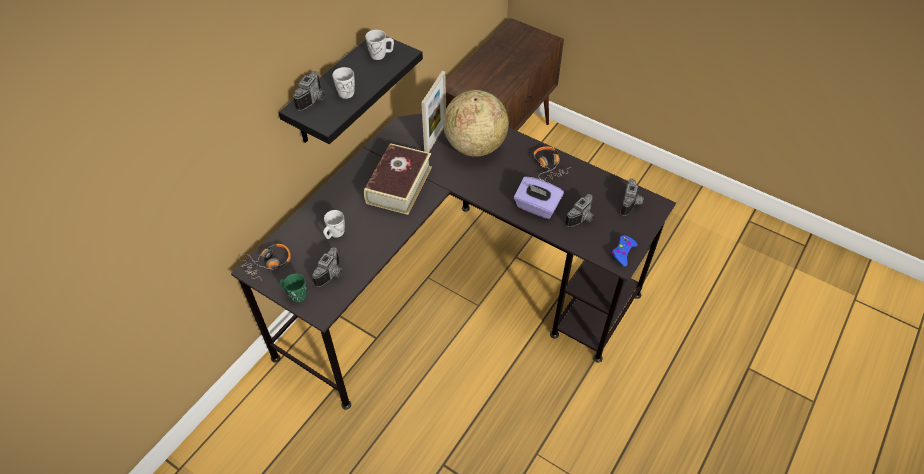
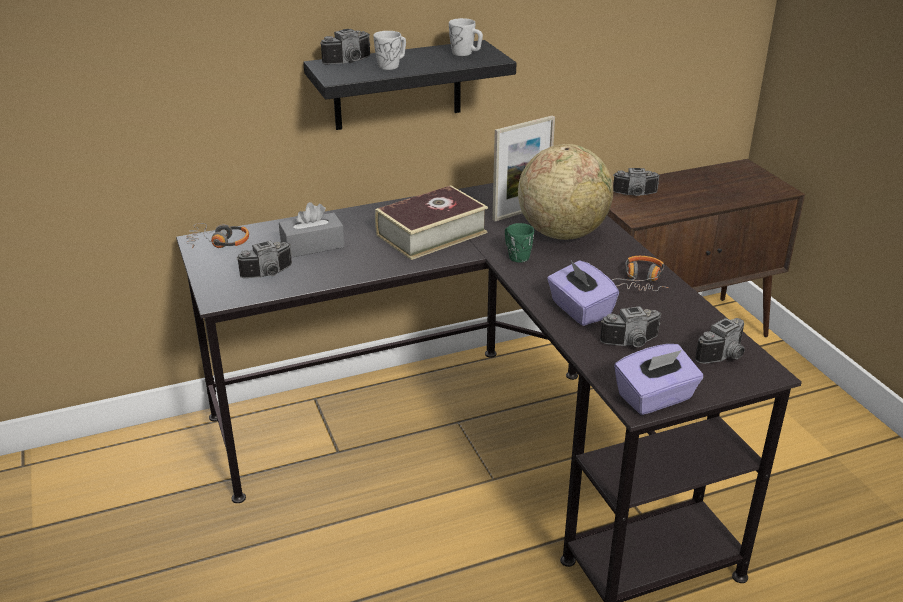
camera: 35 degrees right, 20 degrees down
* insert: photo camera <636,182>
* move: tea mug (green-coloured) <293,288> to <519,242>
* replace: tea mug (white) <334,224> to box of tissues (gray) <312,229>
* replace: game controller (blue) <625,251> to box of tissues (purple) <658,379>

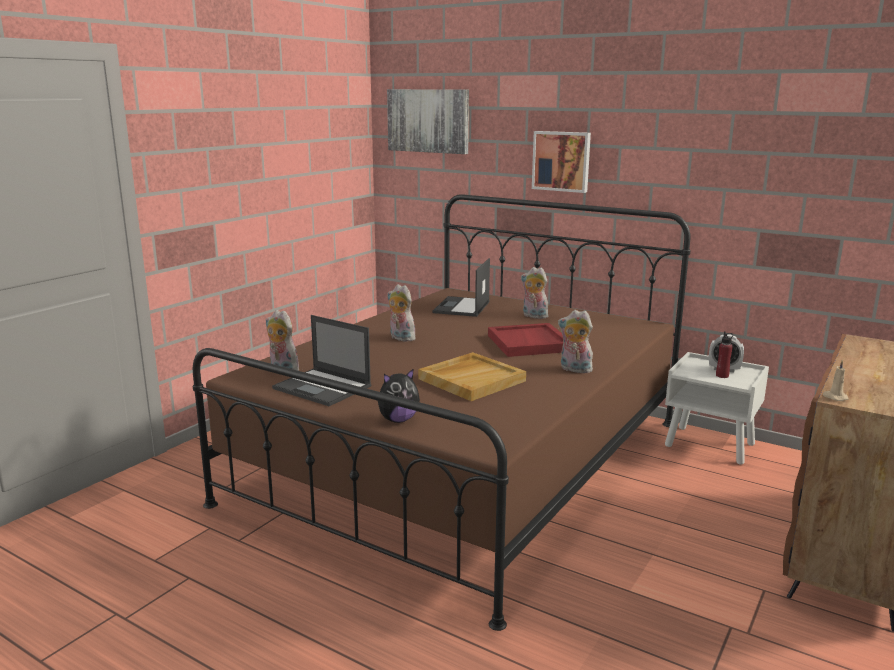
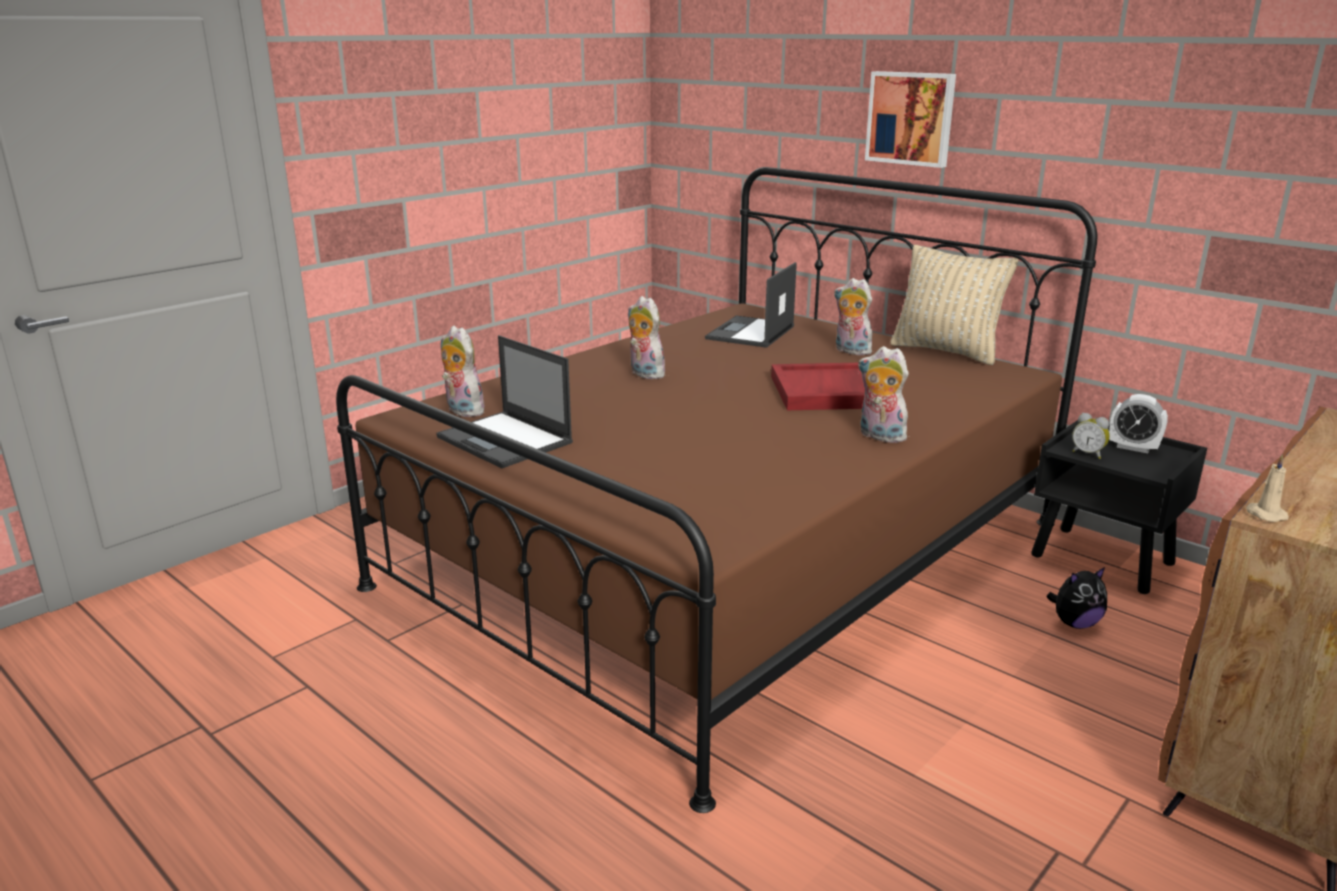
camera: 10 degrees right, 5 degrees up
* delete: picture <428,121>
* delete: tray (beige-coloured) <472,376>
* delete: bottle (reddish) <725,355>
* insert: throw pillow (beige-coloured) <954,305>
* insert: alarm clock <1091,436>
* move: plush toy <399,395> to <1077,598>
* recolor: night table (white) <717,408> to night table (black-coloured) <1119,507>

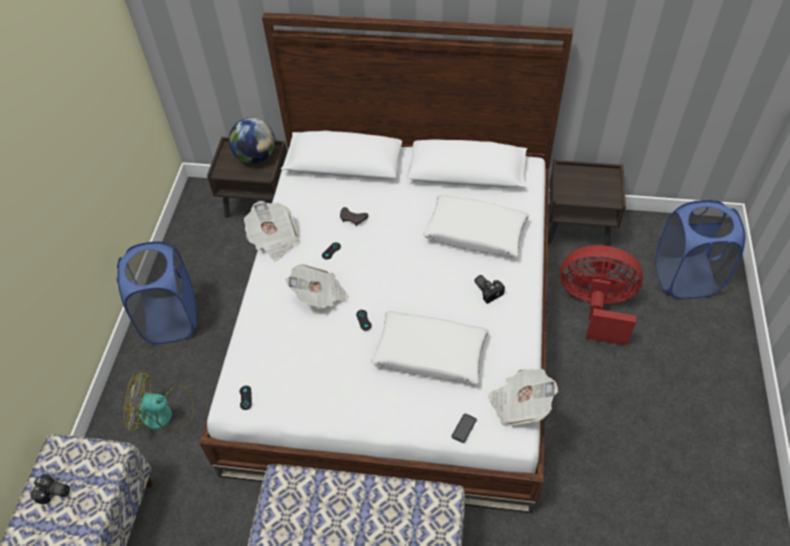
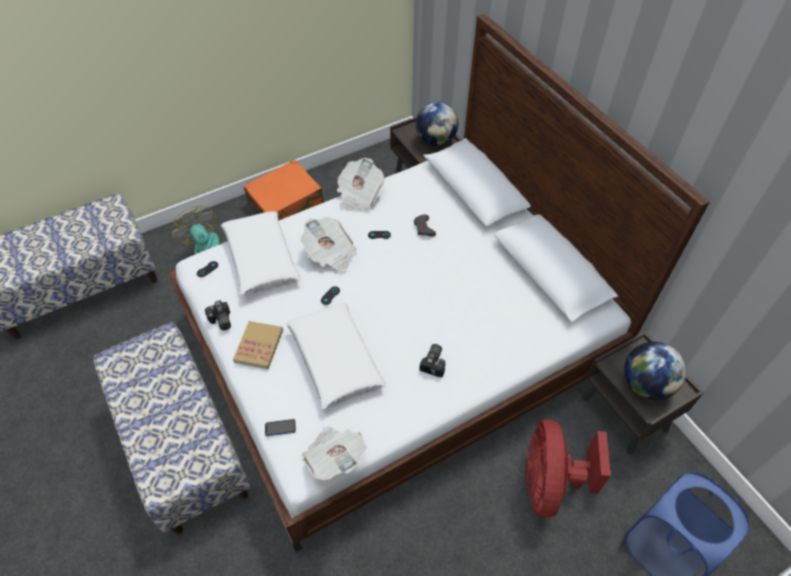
camera: 50 degrees right, 0 degrees up
* insert: book <258,345>
* insert: desk globe <655,371>
* move: photo camera <50,489> to <218,315>
* move: throw pillow (white) <476,226> to <261,253>
* replace: washing basket (blue) <156,292> to suitcase (orange-coloured) <283,190>
* rotate: cooling fan (reddish) <601,295> = <568,468> 150 degrees counterclockwise

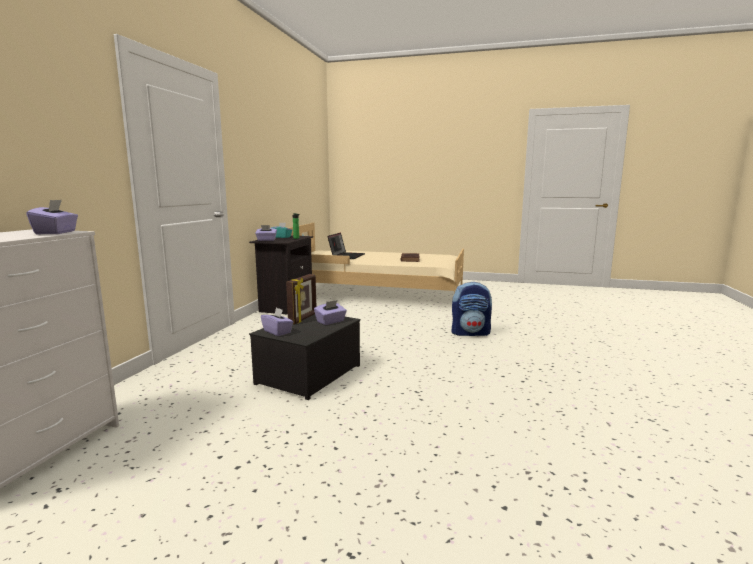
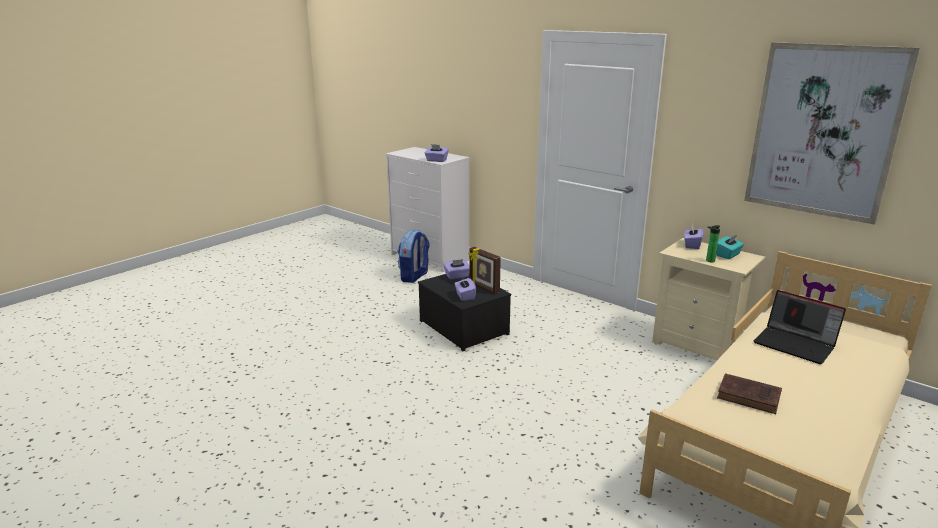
camera: 115 degrees right, 10 degrees up
* insert: picture <832,133>
* move: knapsack <472,309> to <413,256>
* recolor: night table (black-coloured) <281,275> to night table (beige-coloured) <708,299>

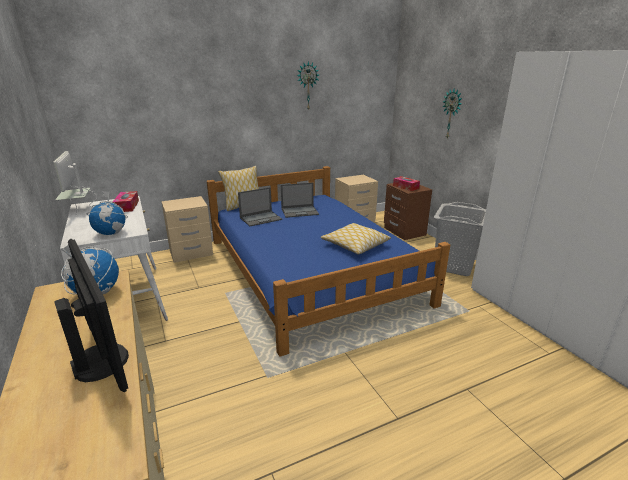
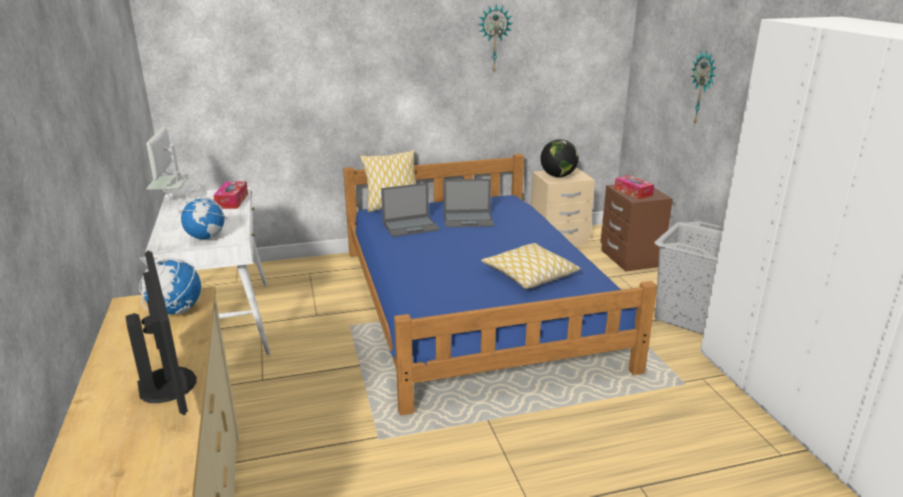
camera: 10 degrees right, 0 degrees up
* delete: night table (beige-coloured) <187,229>
* insert: desk globe <560,158>

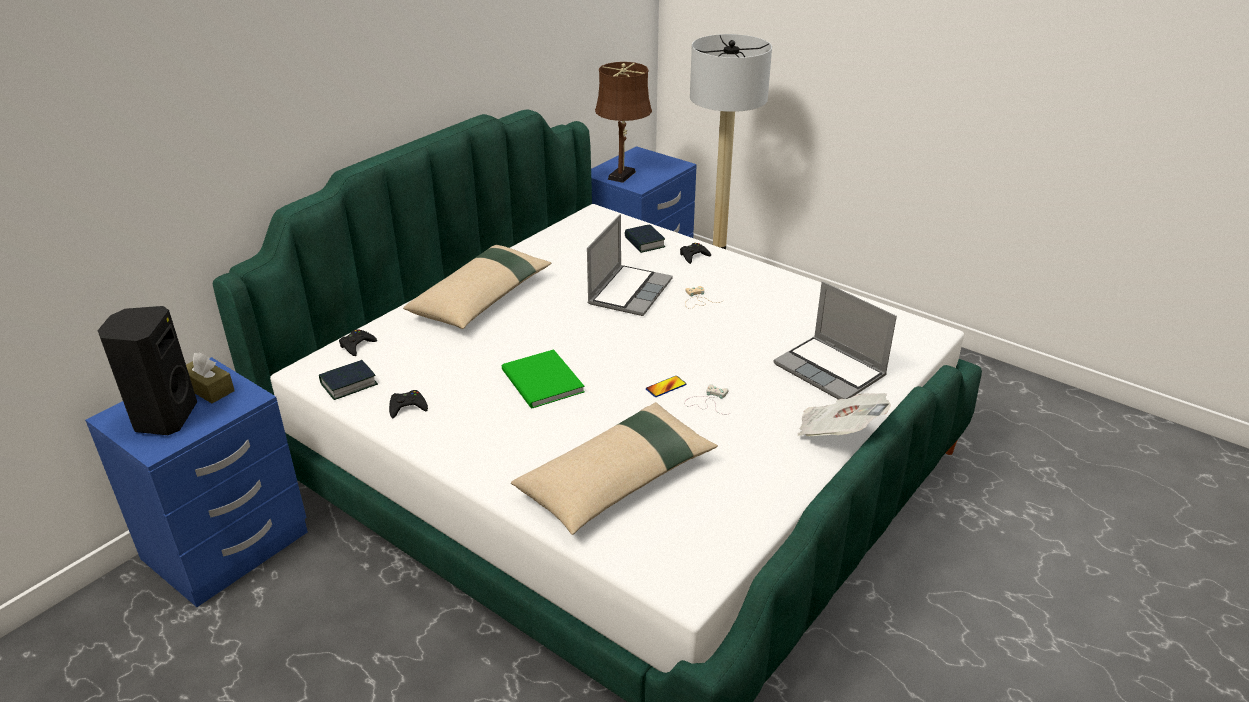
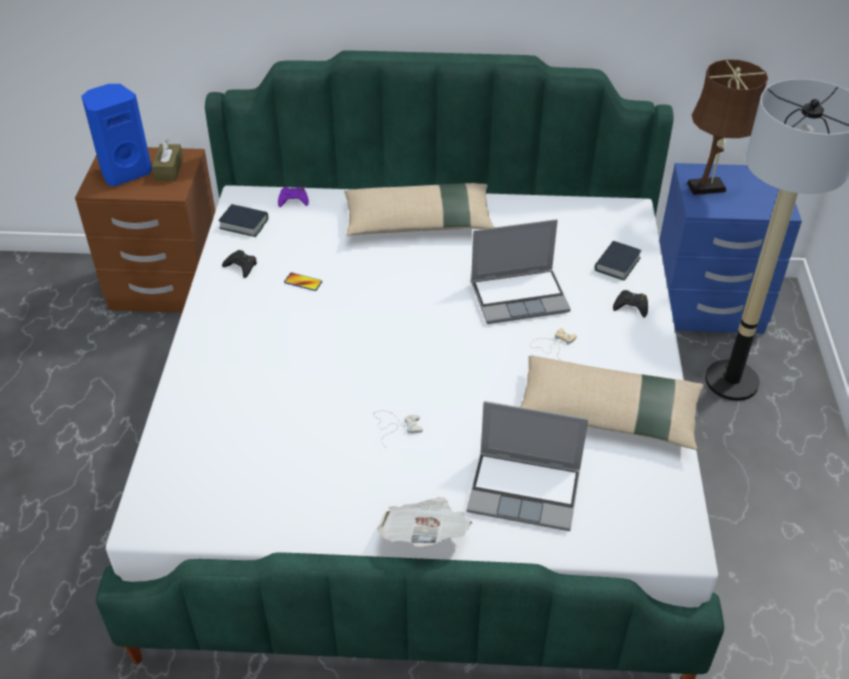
camera: 55 degrees right, 10 degrees up
* delete: book (green-coloured) <543,378>
* move: throw pillow (beige-coloured) <614,468> to <612,402>
* move: phone <666,386> to <303,282>
* recolor: night table (blue) <196,482> to night table (brown-coloured) <145,230>
* recolor: audio speaker (black-coloured) <147,370> to audio speaker (blue) <116,135>
* recolor: game controller (black-coloured) <358,342> to game controller (purple) <293,197>
* rotate: laptop <835,340> = <527,466> 90 degrees counterclockwise

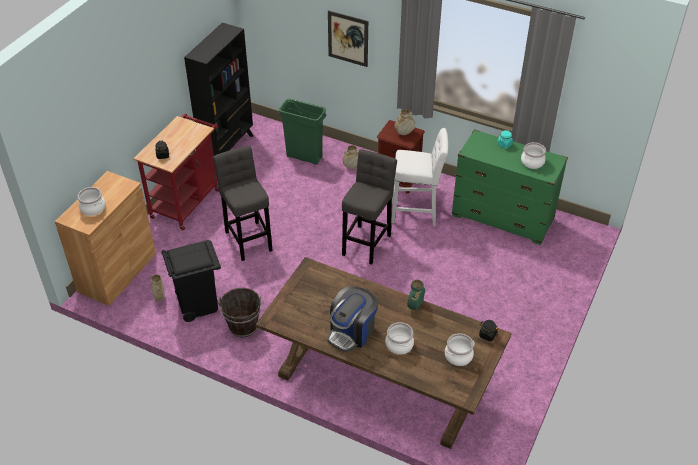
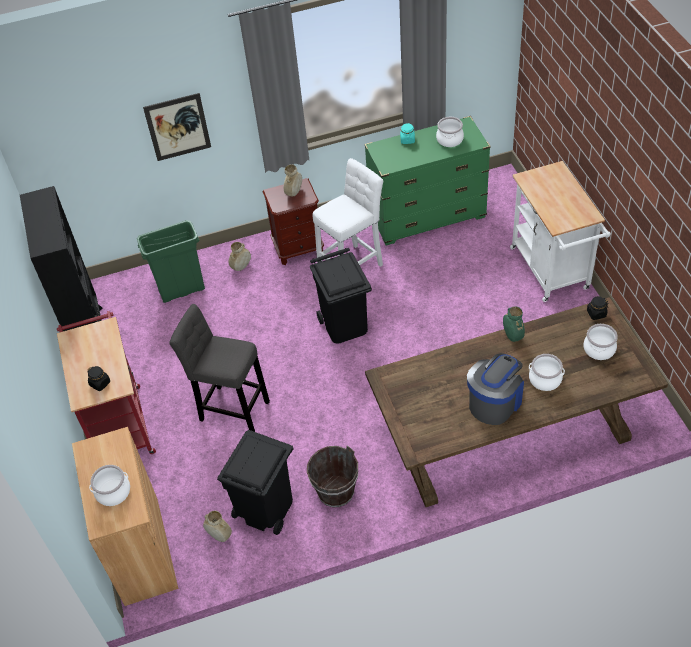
camera: 40 degrees left, 5 degrees up
* insert: wheeled cart (white) <560,231>
* replace: stool (gray) <369,207> to rubbish bin (black-coloured) <341,296>
* rotate: coffee brewer <352,319> = <495,389> 135 degrees counterclockwise

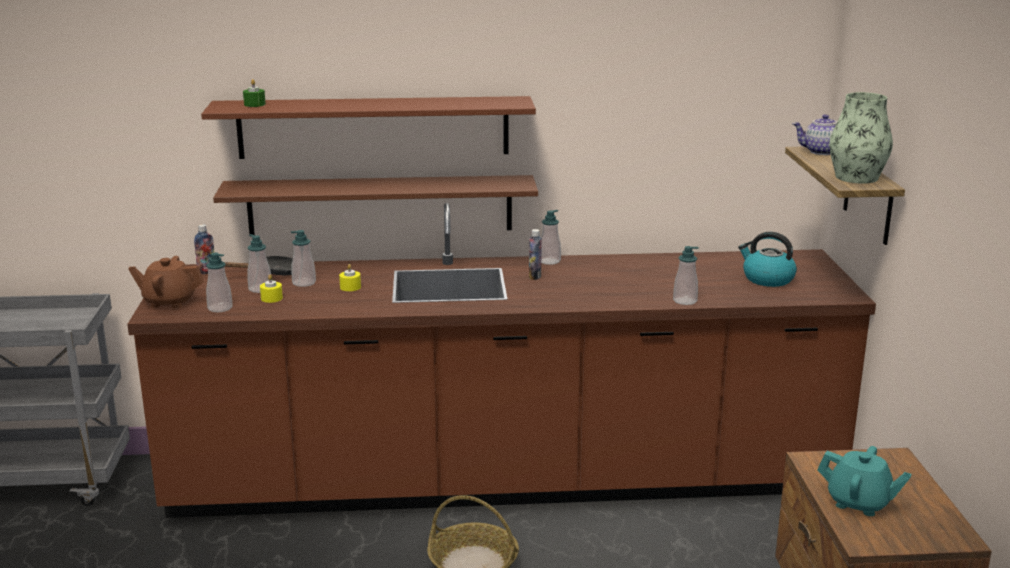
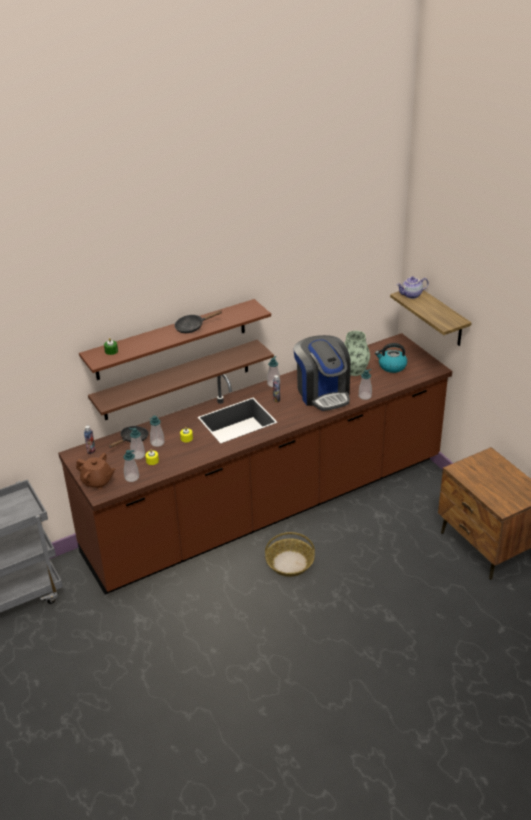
camera: 25 degrees left, 15 degrees up
* delete: pot for tea (turquoise) <864,481>
* insert: frying pan (black-coloured) <198,321>
* insert: coffee brewer <322,373>
* move: vase <861,138> to <357,353>
* rotate: pot for tea (brown-coloured) <166,282> = <95,471> 135 degrees counterclockwise

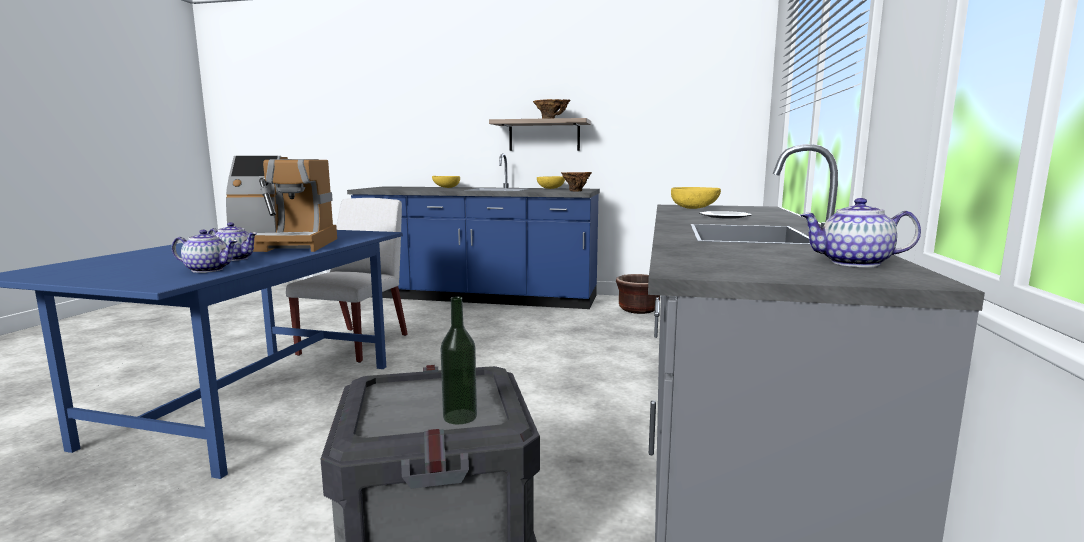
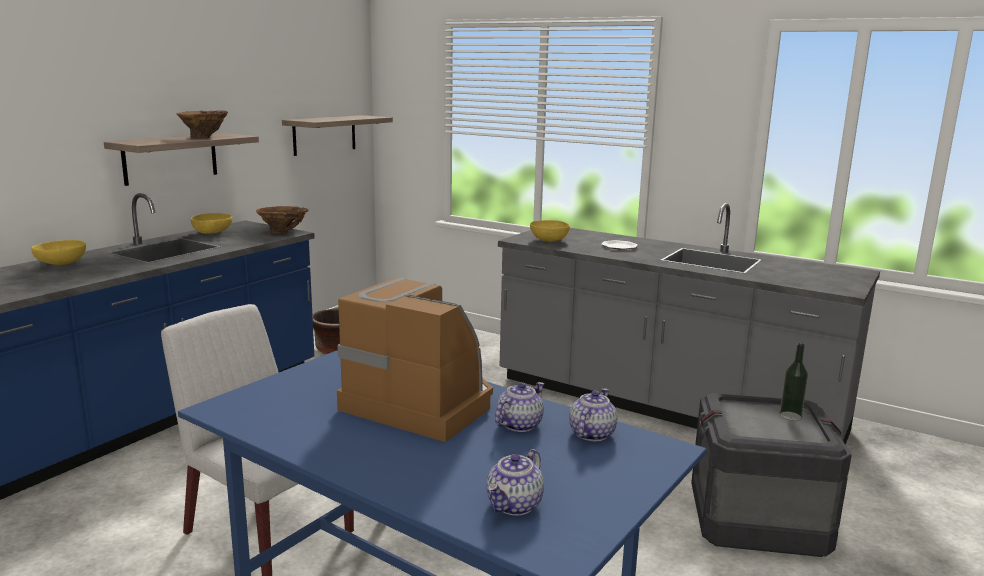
camera: 70 degrees left, 5 degrees up
* insert: wall shelf <337,135>
* move: pot for tea <860,232> to <515,482>
* rotate: coffee brewer <281,204> = <415,359> 75 degrees counterclockwise

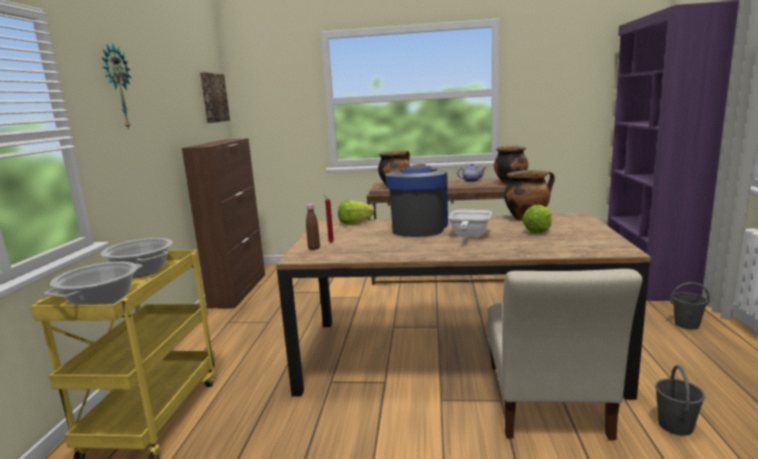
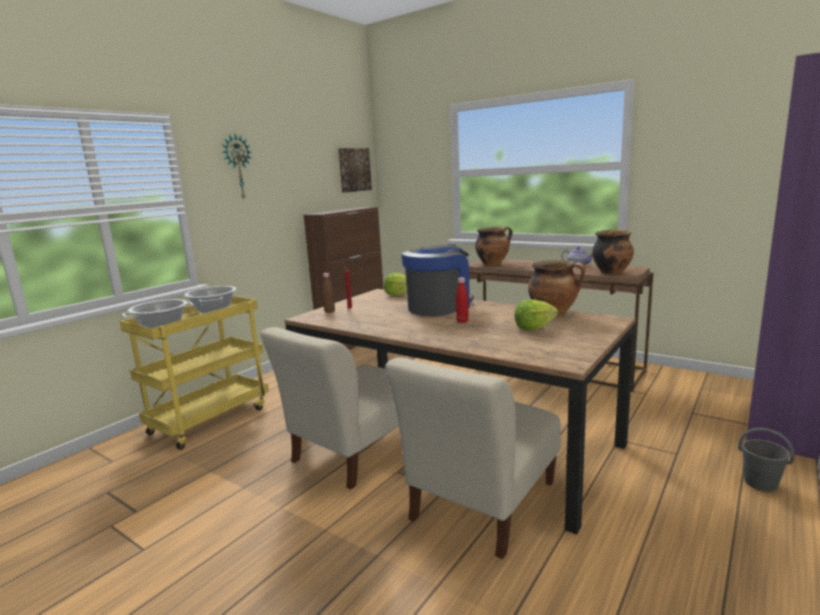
camera: 30 degrees right, 0 degrees up
* delete: water bucket (gray) <680,400>
* insert: upright chair (beige-coloured) <329,408>
* replace: frying pan <470,223> to bottle (reddish) <462,300>

